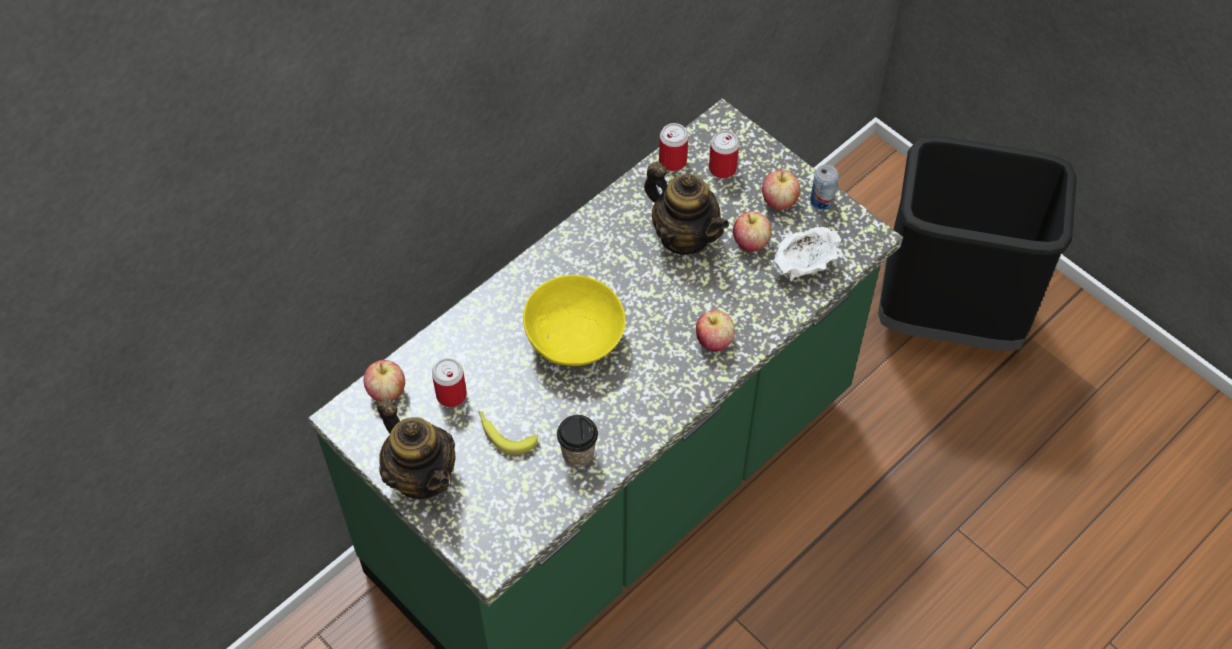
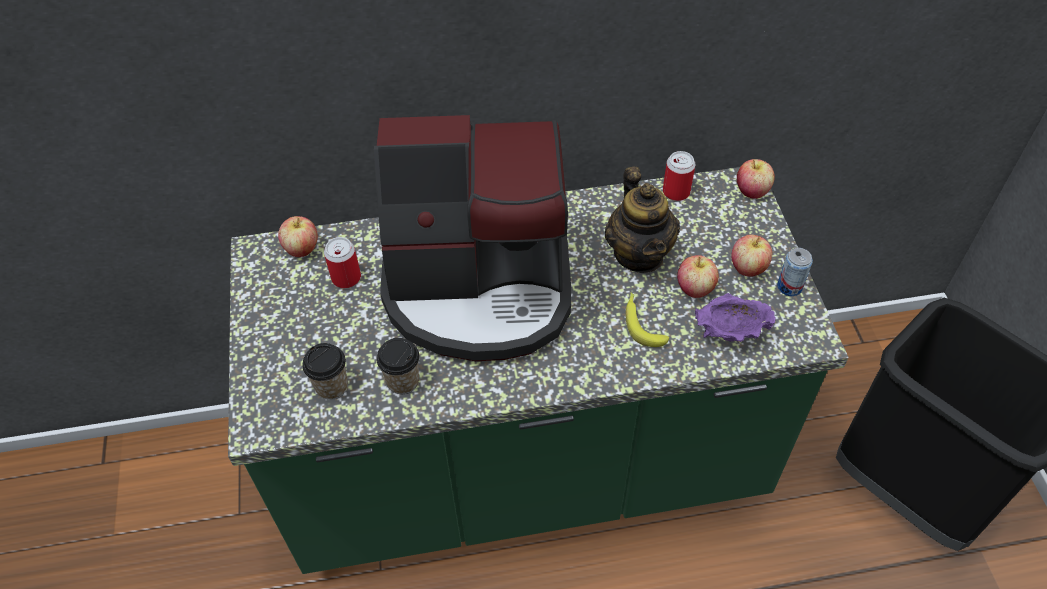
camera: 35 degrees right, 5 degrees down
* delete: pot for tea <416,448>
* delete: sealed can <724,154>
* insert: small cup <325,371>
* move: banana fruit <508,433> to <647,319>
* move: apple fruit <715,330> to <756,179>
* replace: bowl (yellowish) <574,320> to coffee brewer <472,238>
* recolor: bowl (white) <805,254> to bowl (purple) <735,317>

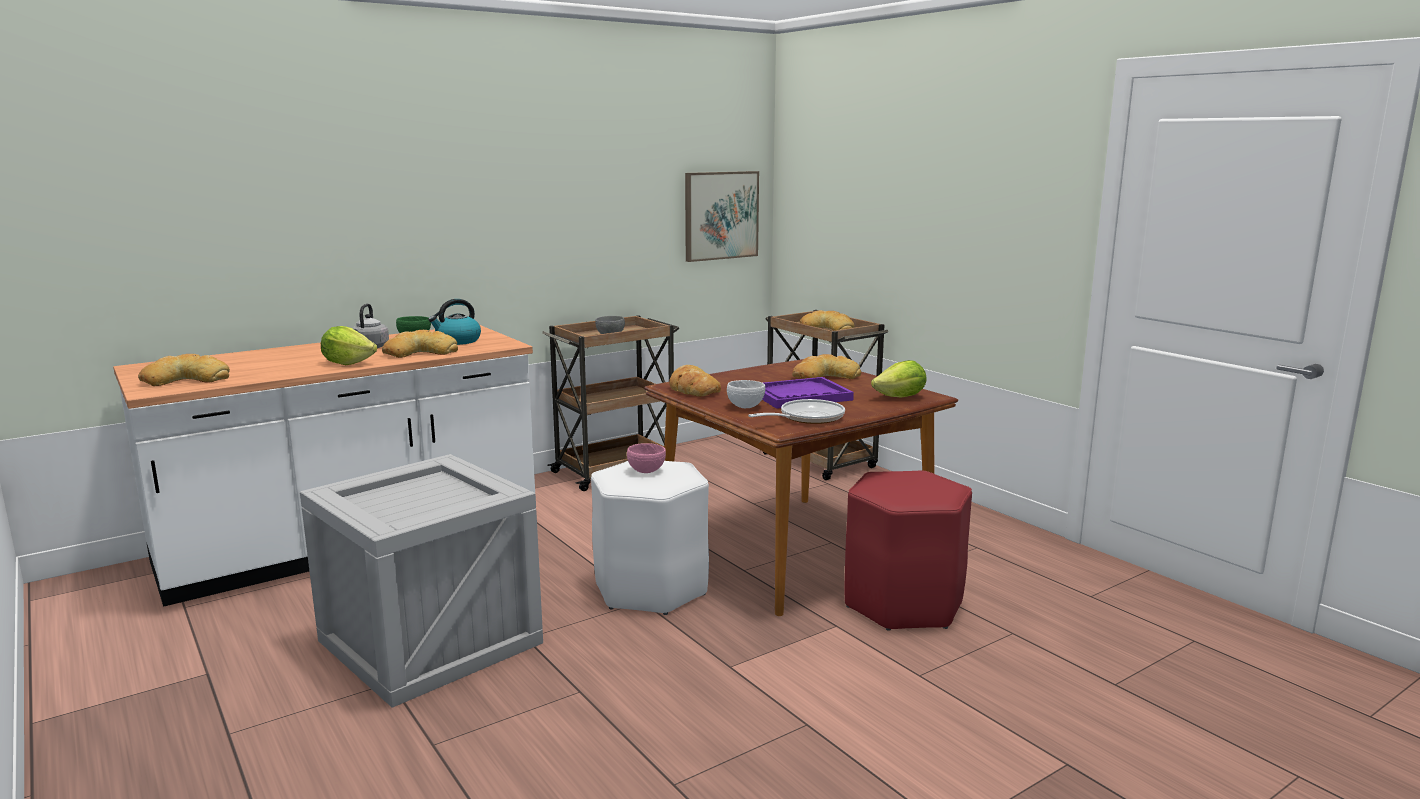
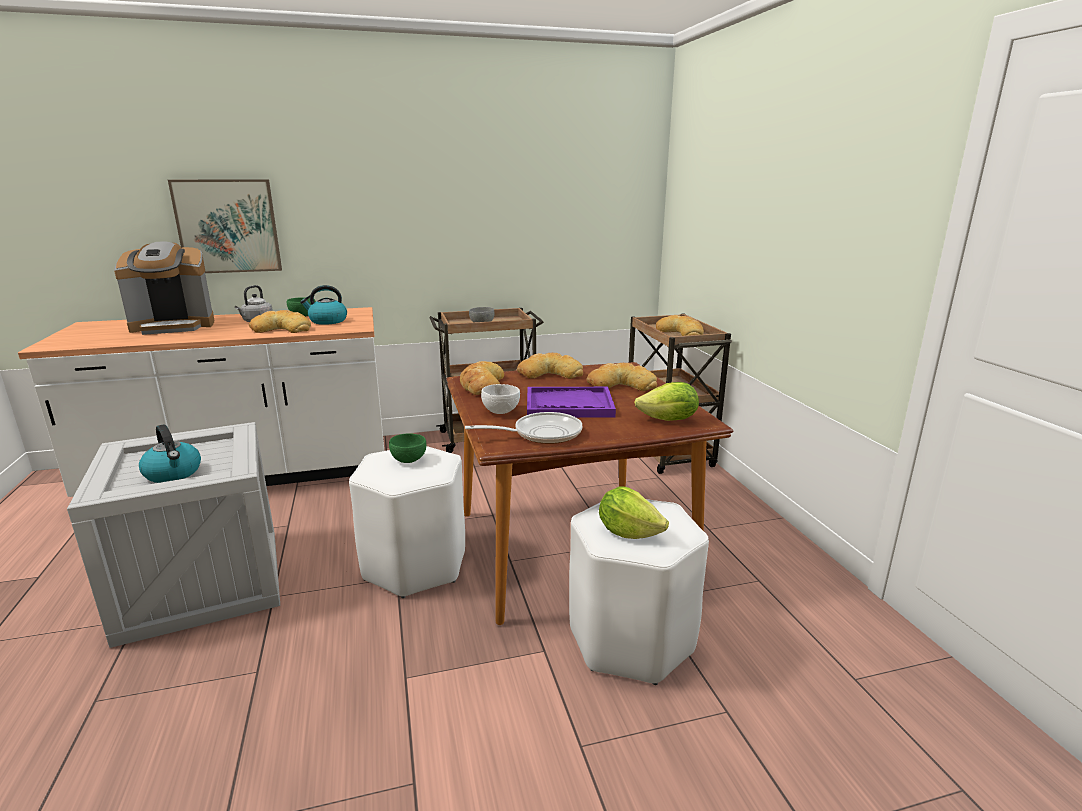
camera: 20 degrees right, 5 degrees up
* insert: coffee brewer <164,288>
* insert: water kettle <170,453>
* move: bread <184,370> to <550,366>
* move: lettuce head <349,345> to <634,512>
* move: picture <722,216> to <225,226>
* recolor: bowl (pinkish) <646,458> to bowl (green-coloured) <407,448>
* recolor: stool (reddish) <908,551> to stool (white) <639,592>

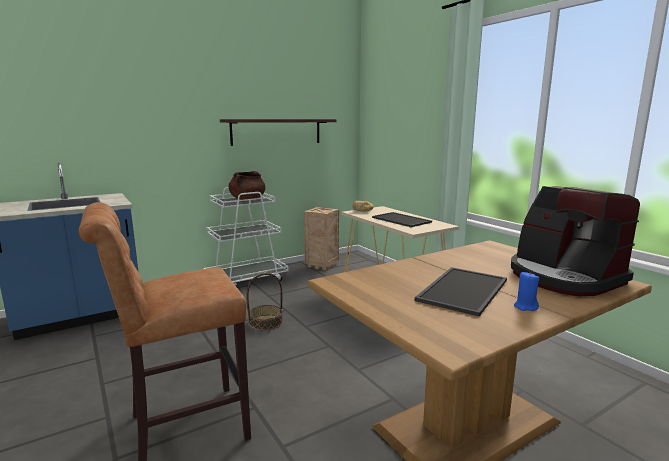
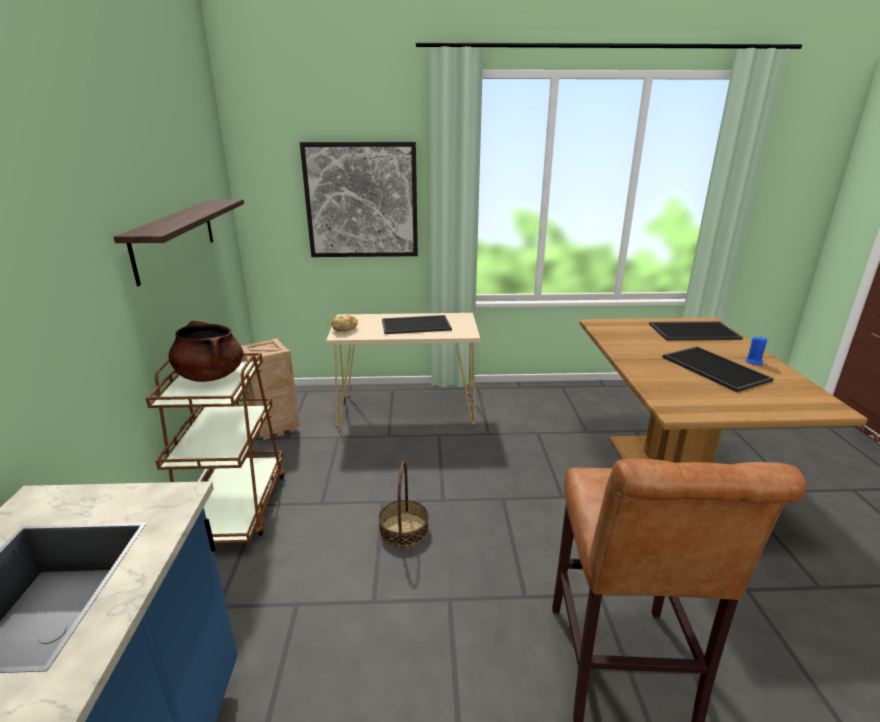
camera: 60 degrees left, 10 degrees up
* insert: picture <359,199>
* replace: coffee brewer <575,241> to tray <696,331>
* recolor: wheeled cart (white) <246,236> to wheeled cart (brown-coloured) <215,448>

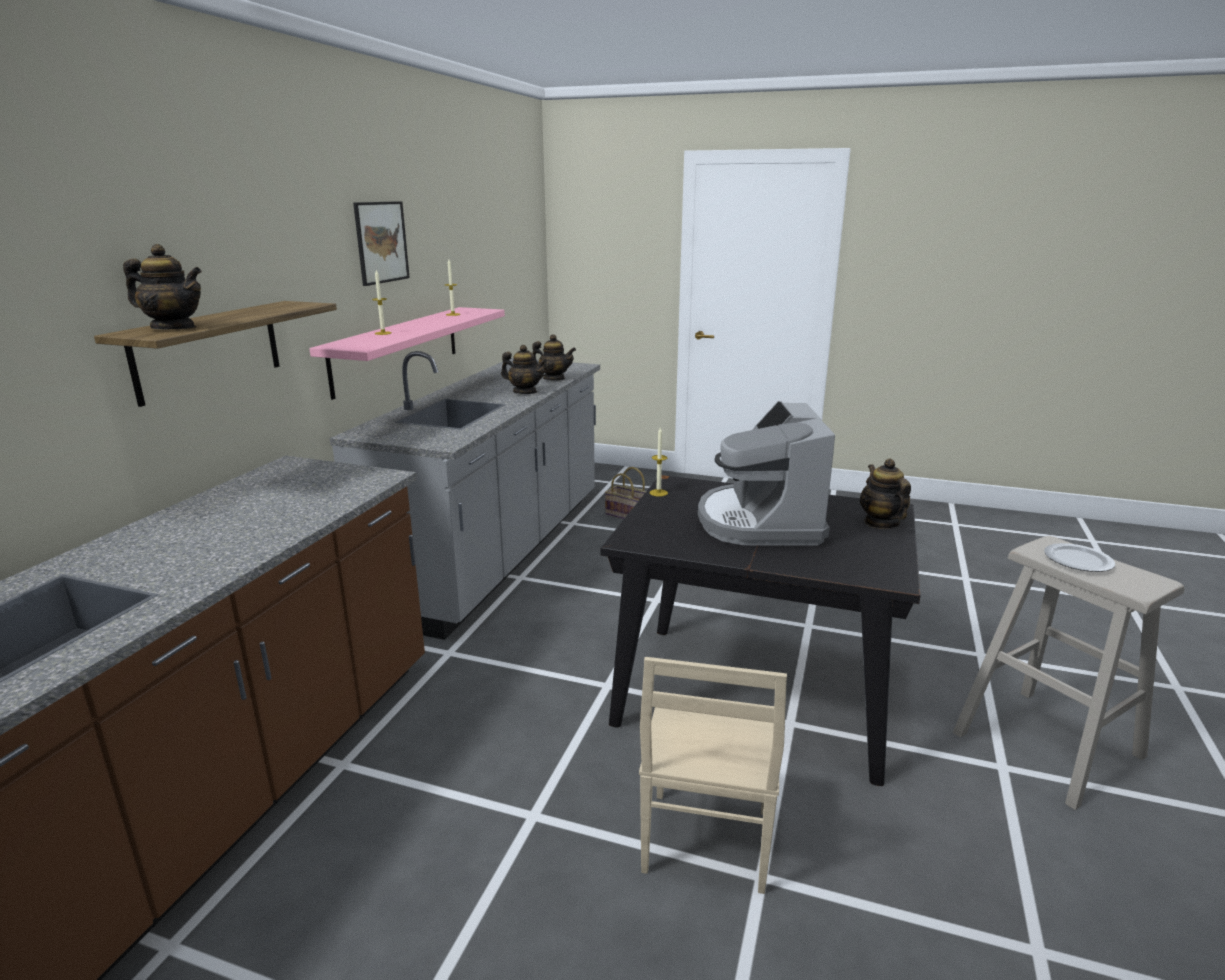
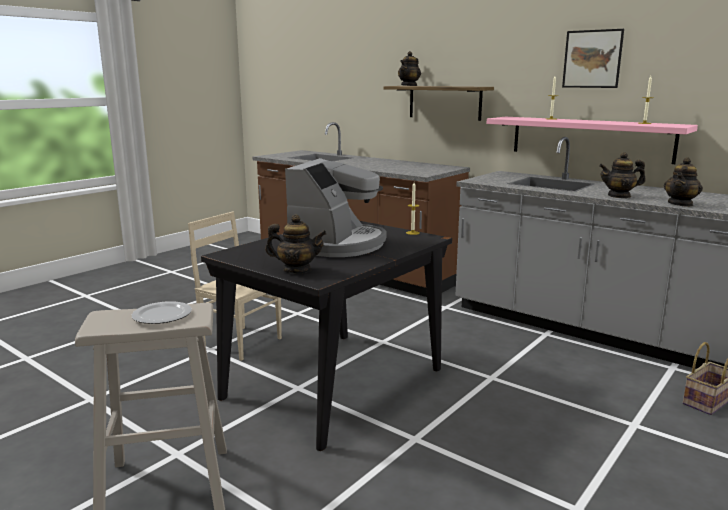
camera: 110 degrees right, 5 degrees down
* rotate: pot for tea <524,369> = <622,175> 45 degrees clockwise
* rotate: coffee brewer <766,473> = <335,207> 90 degrees clockwise

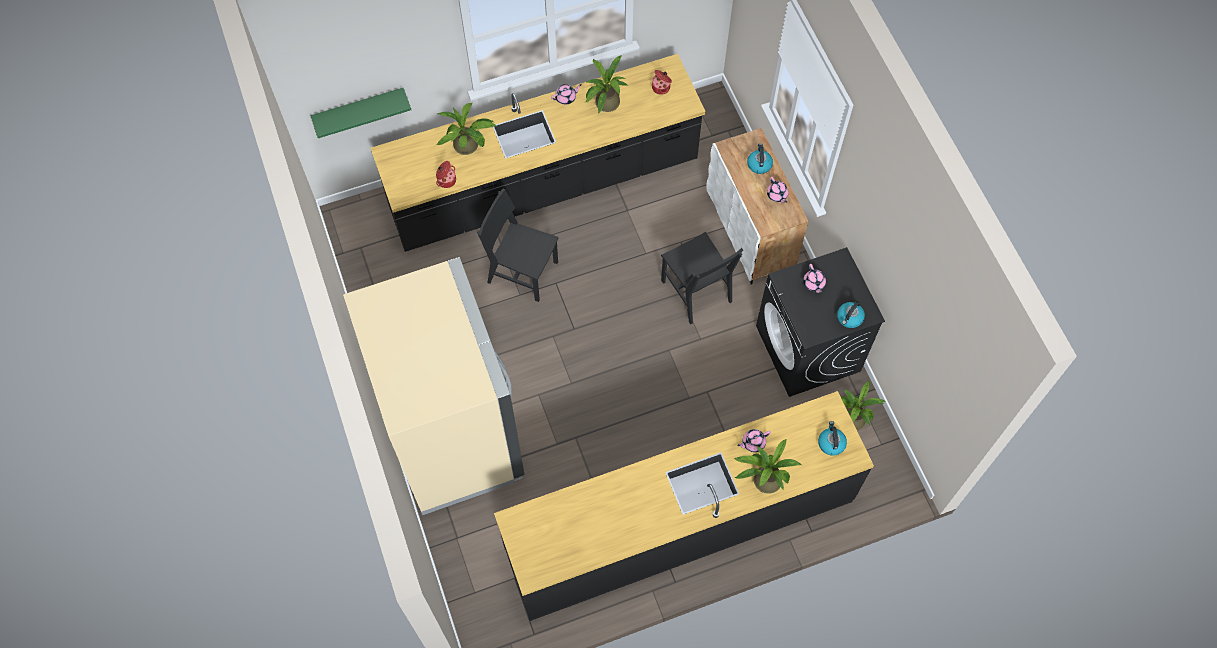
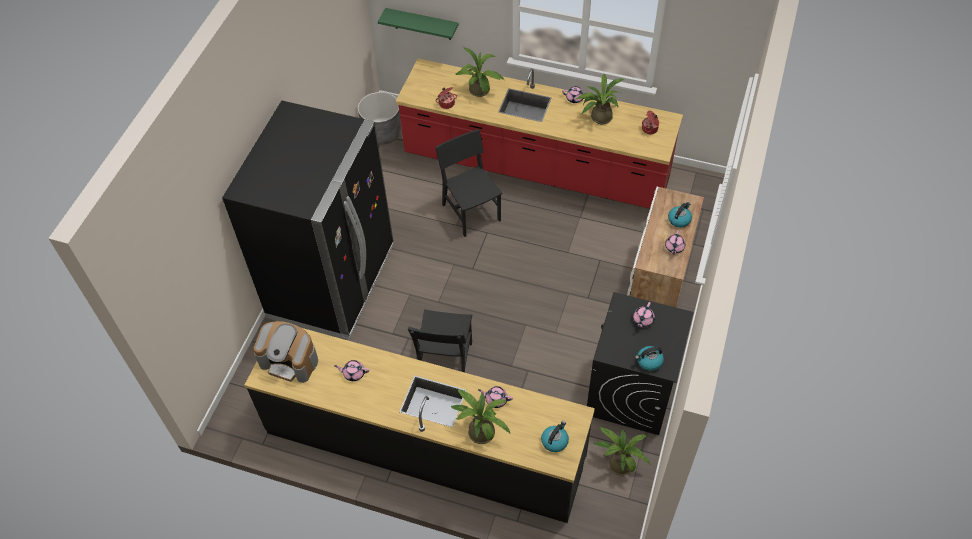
camera: 40 degrees right, 10 degrees down
* insert: coffee brewer <285,352>
* insert: pot for tea (pinkish) <352,370>
* insert: planter (gray) <379,118>
* move: upright chair (black-coloured) <702,278> to <440,341>
* recolor: kitchen fridge (beige-coloured) <434,386> to kitchen fridge (black-coloured) <308,219>
* recolor: counter (black-coloured) <538,153> to counter (reddish) <539,134>

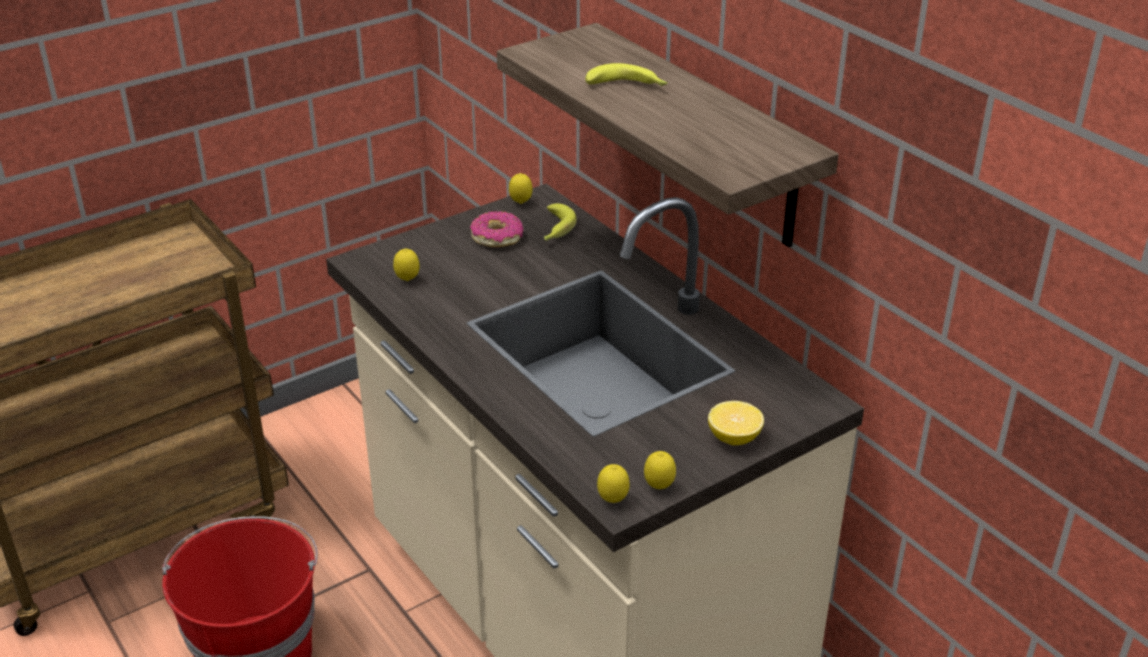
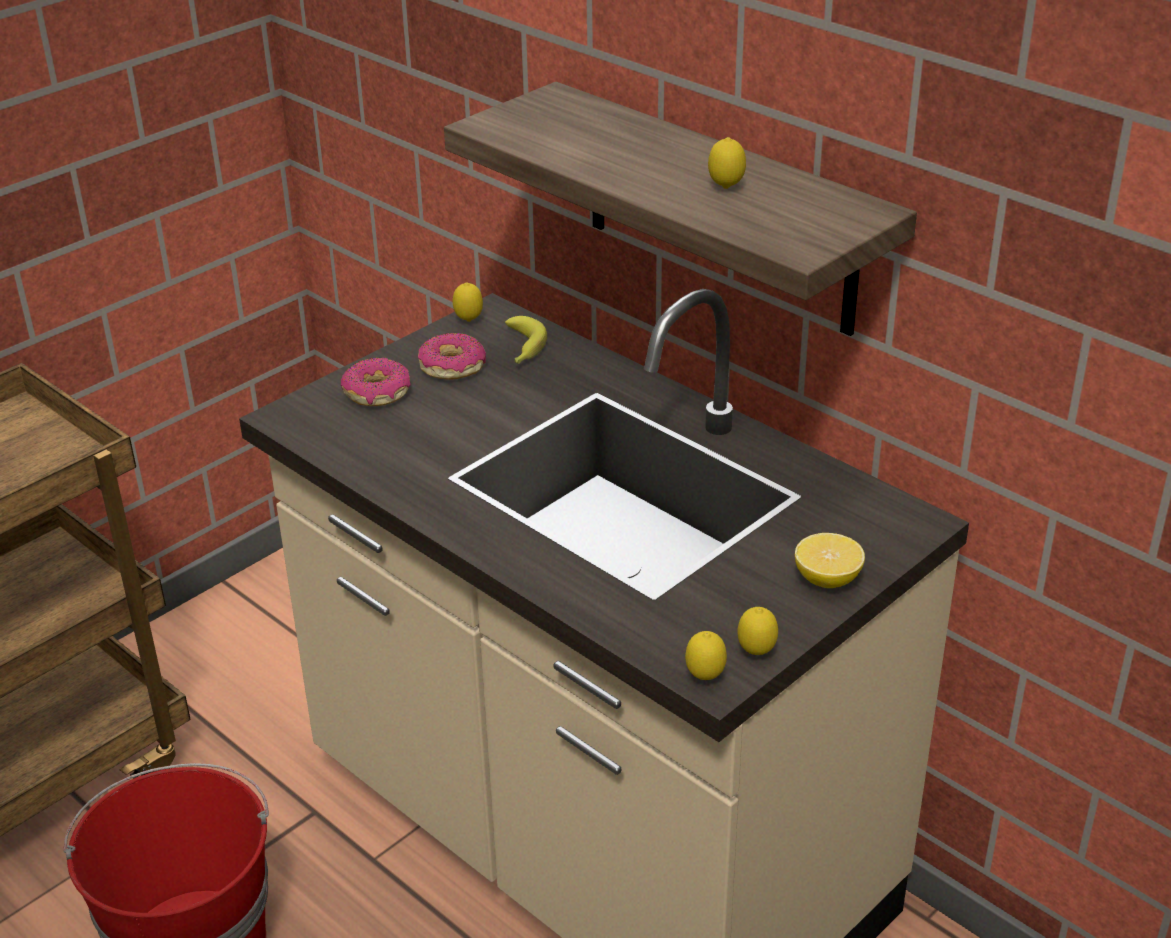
camera: 10 degrees left, 0 degrees up
* delete: banana fruit <626,74>
* insert: ring doughnut <375,382>
* move: citrus fruit <406,264> to <727,163>

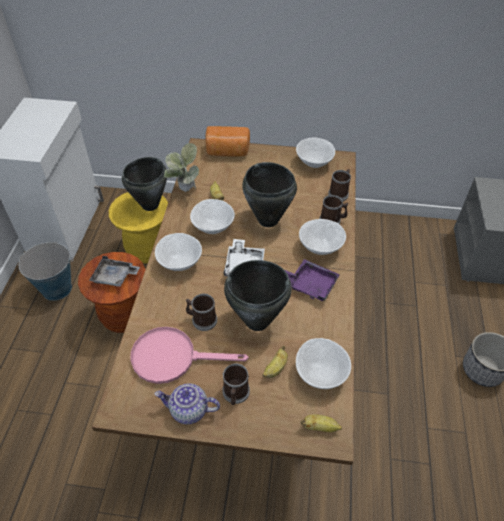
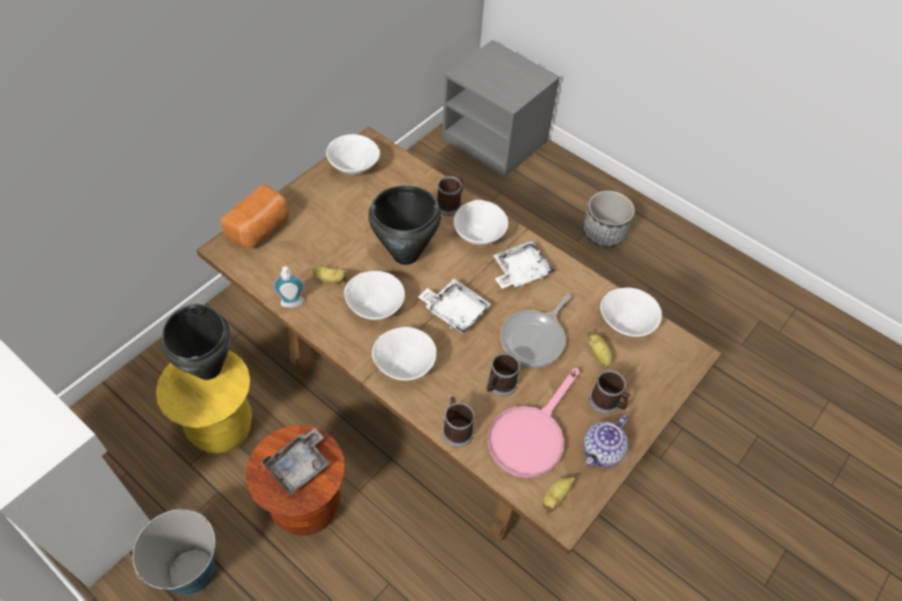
camera: 60 degrees left, 5 degrees up
* move: banana fruit <321,423> to <558,495>
* move: tea mug <339,185> to <458,422>
* replace: plant in a pot <181,167> to soap bottle <288,287>
* replace: stockpot (black-coloured) <258,295> to frying pan <535,330>
* recolor: tray (purple) <312,280> to tray (white) <524,265>

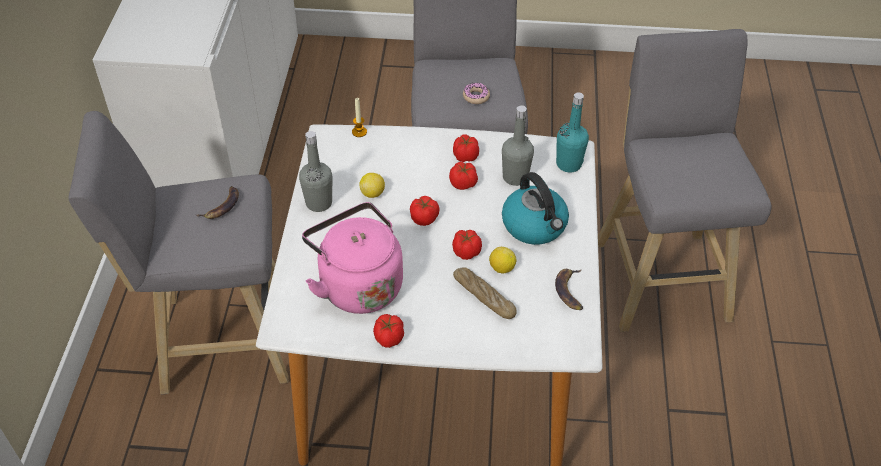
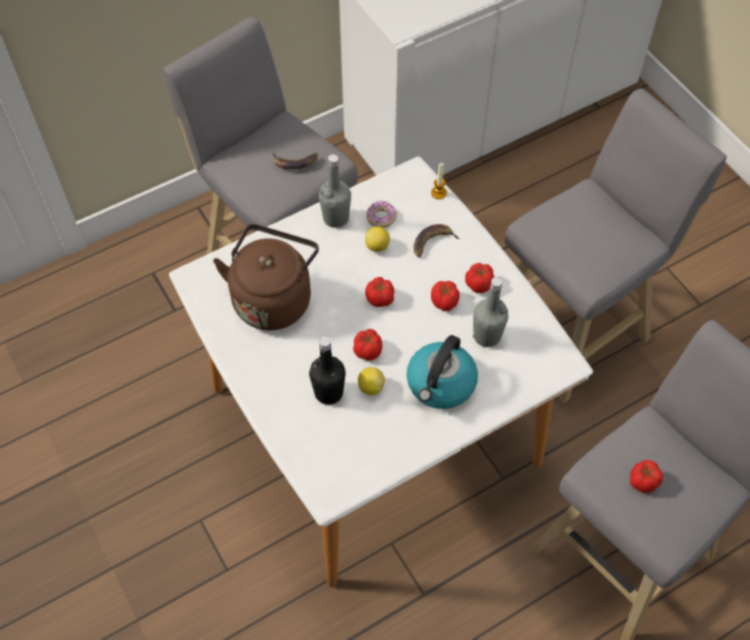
camera: 55 degrees right, 10 degrees up
* delete: bottle (turquoise) <572,132>
* move: tomato <388,331> to <646,476>
* move: ring doughnut <476,93> to <381,214>
* move: banana fruit <569,289> to <437,241>
* replace: bread <485,293> to bottle (black-coloured) <327,370>
* recolor: water kettle (pinkish) <352,258> to water kettle (brown-coloured) <266,277>

